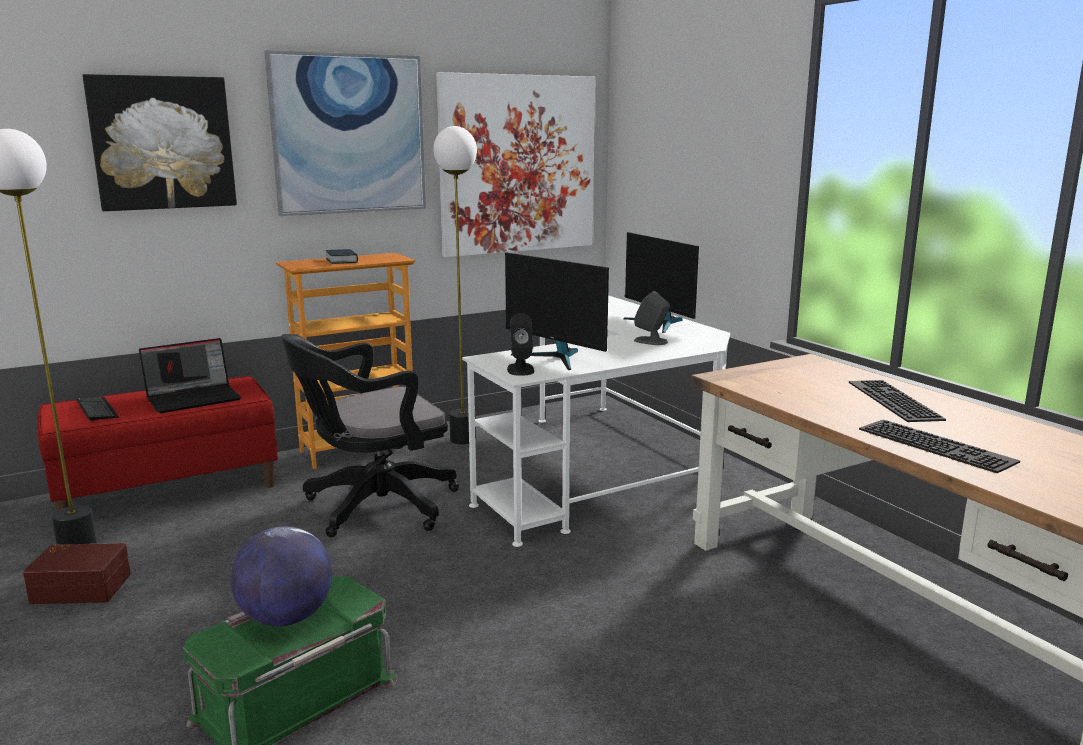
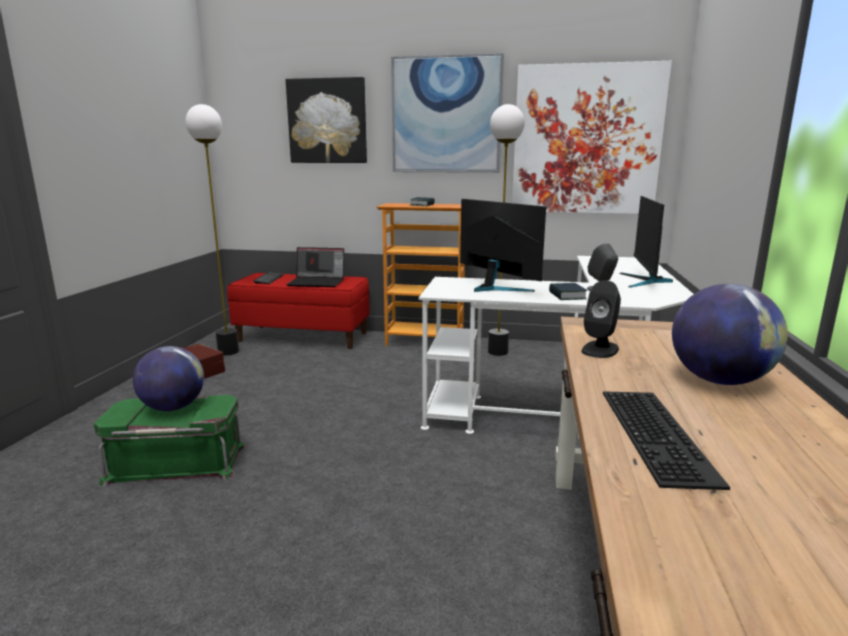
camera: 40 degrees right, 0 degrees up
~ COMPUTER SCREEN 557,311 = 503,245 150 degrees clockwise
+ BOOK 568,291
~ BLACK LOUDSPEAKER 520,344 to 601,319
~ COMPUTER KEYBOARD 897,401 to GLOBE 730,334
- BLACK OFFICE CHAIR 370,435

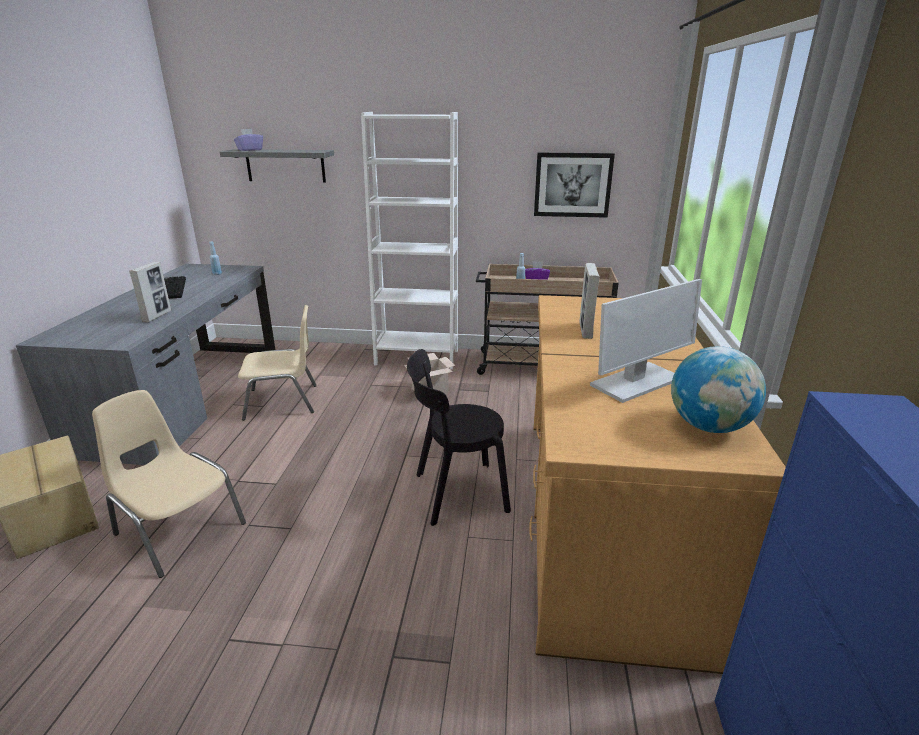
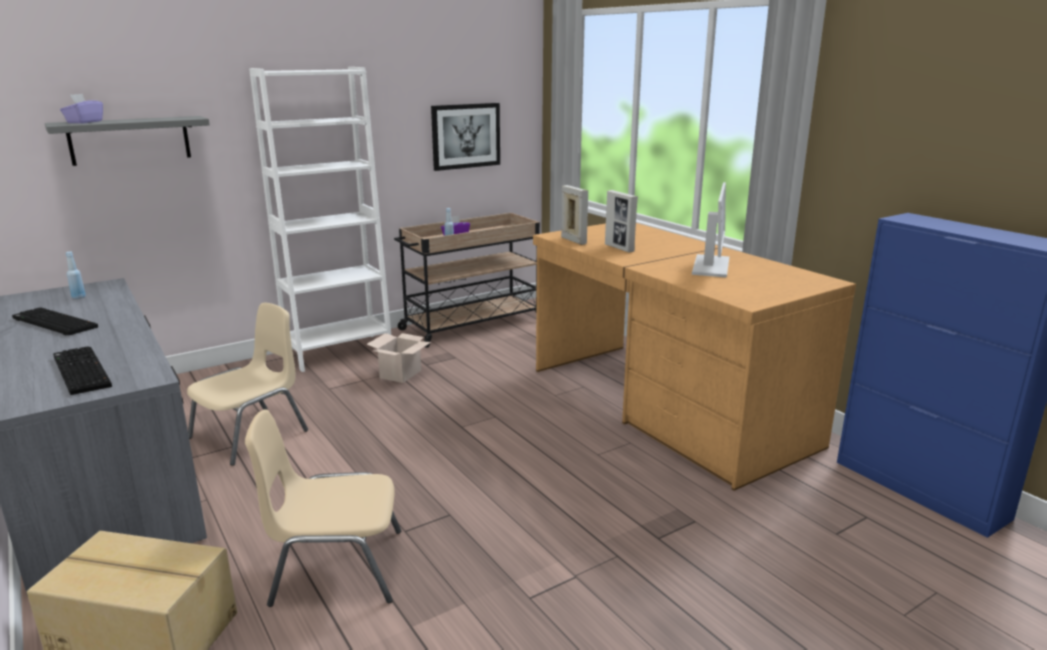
camera: 40 degrees left, 5 degrees down
+ COMPUTER KEYBOARD 82,370
~ STANDING FRAME 150,292 to 574,215
- BLACK UPRIGHT CHAIR 459,437
- GLOBE 718,389

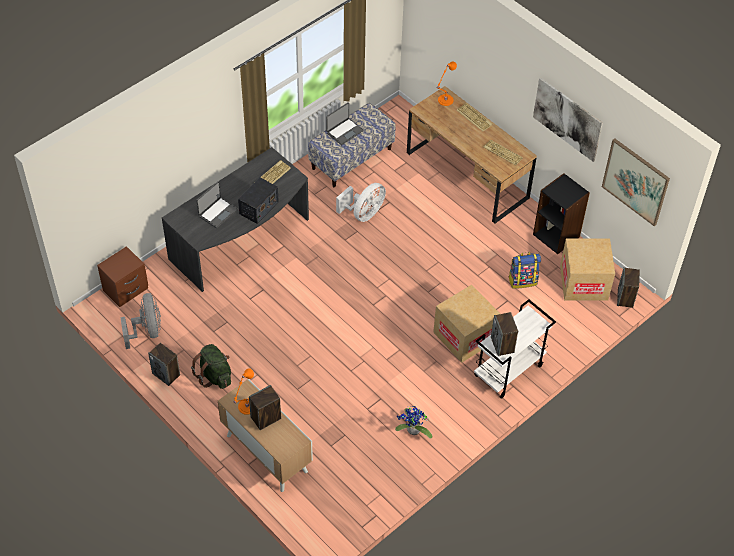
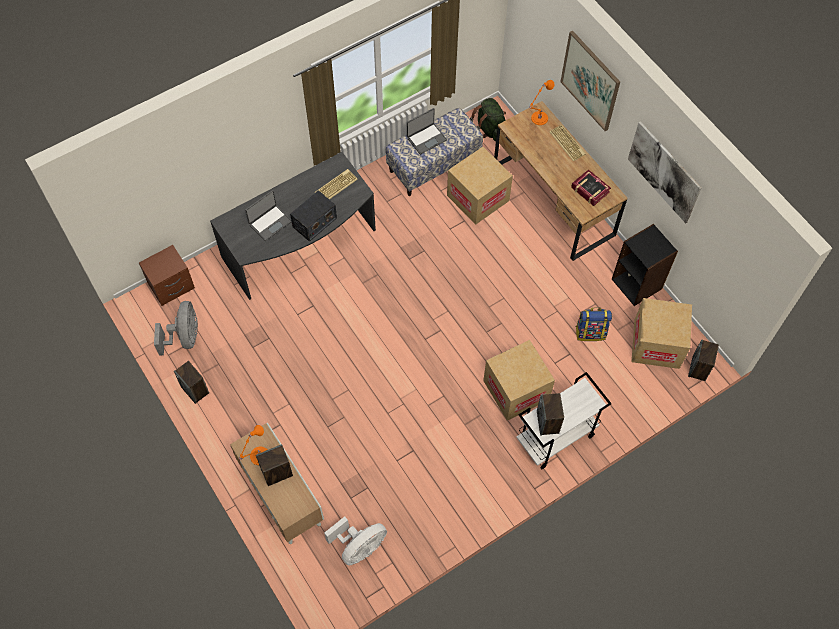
camera: 10 degrees right, 10 degrees up
~ WHITISH COOLING FAN 361,202 to 355,540
+ CARDBOARD BOX 480,186
~ GREEN-COLOURED KNAPSACK 211,366 to 488,119
~ WALL ART 636,182 to 590,80
~ COMPUTER KEYBOARD 503,152 to BOOK 591,188
- POTTED PLANT 413,422

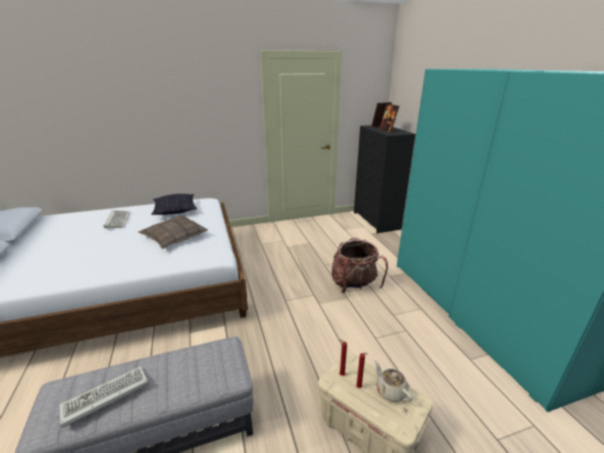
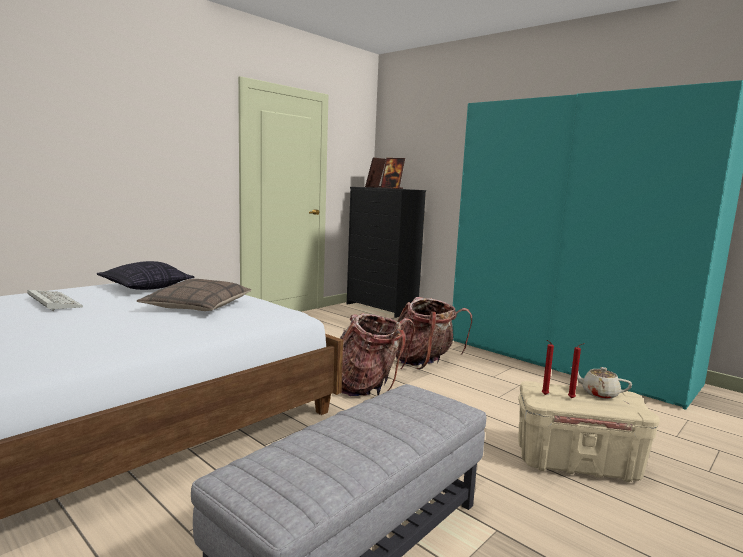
camera: 30 degrees left, 15 degrees down
+ KNAPSACK 377,354
- COMPUTER KEYBOARD 104,397

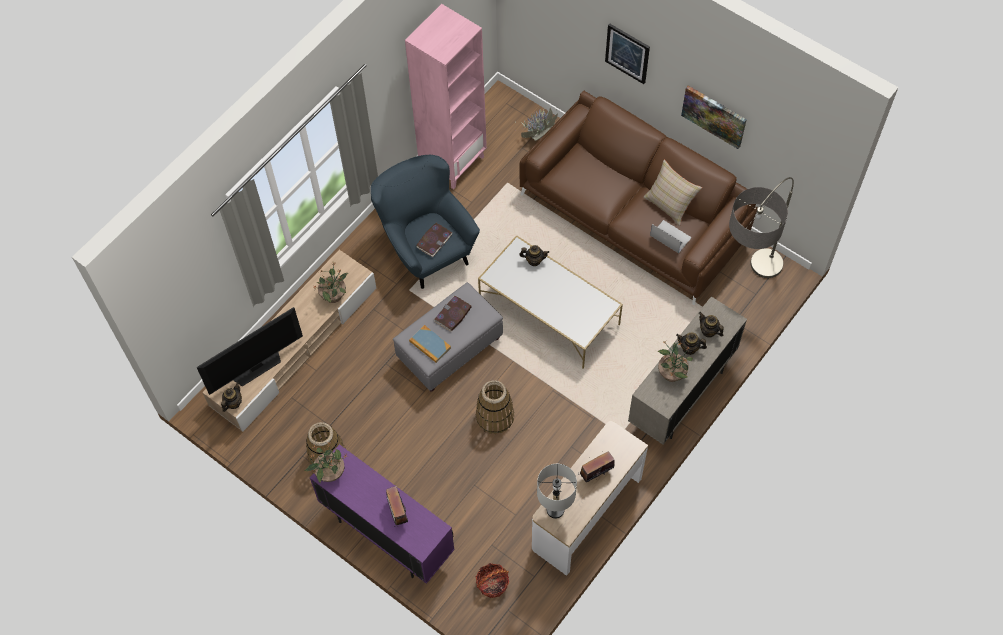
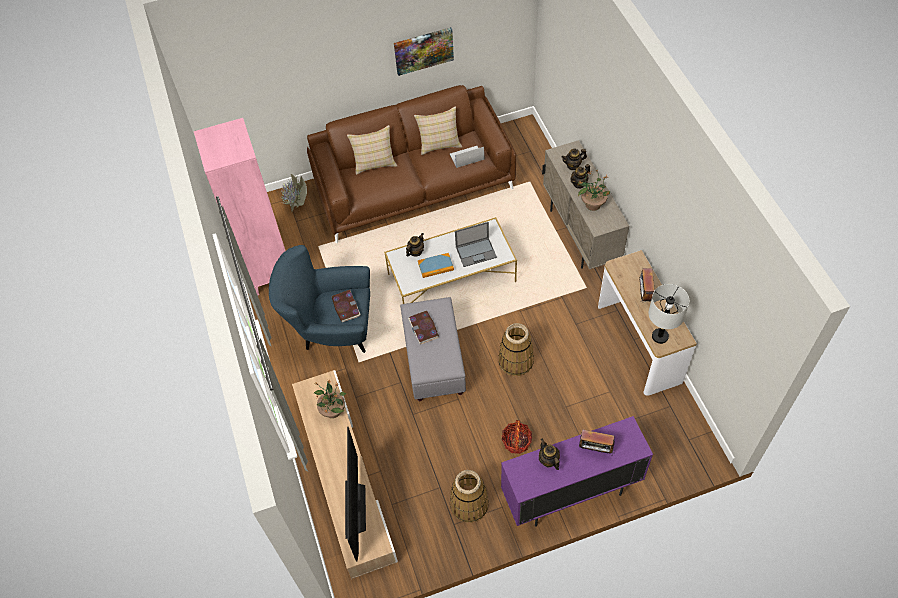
camera: 55 degrees left, 5 degrees down
+ BEIGE THROW PILLOW 372,150
~ BOOK 430,344 to 436,265
+ LAPTOP 476,244
~ STORAGE BASKET 492,580 to 517,437
~ TEA POT 231,397 to 549,454
- POTTED PLANT 325,463
- WALL ART 627,53
- FLOOR LAMP 761,227

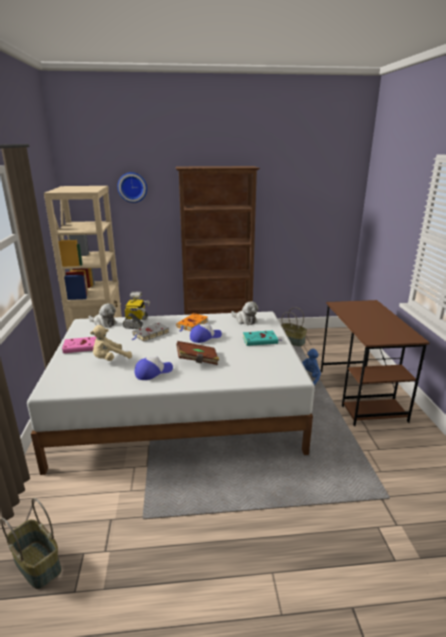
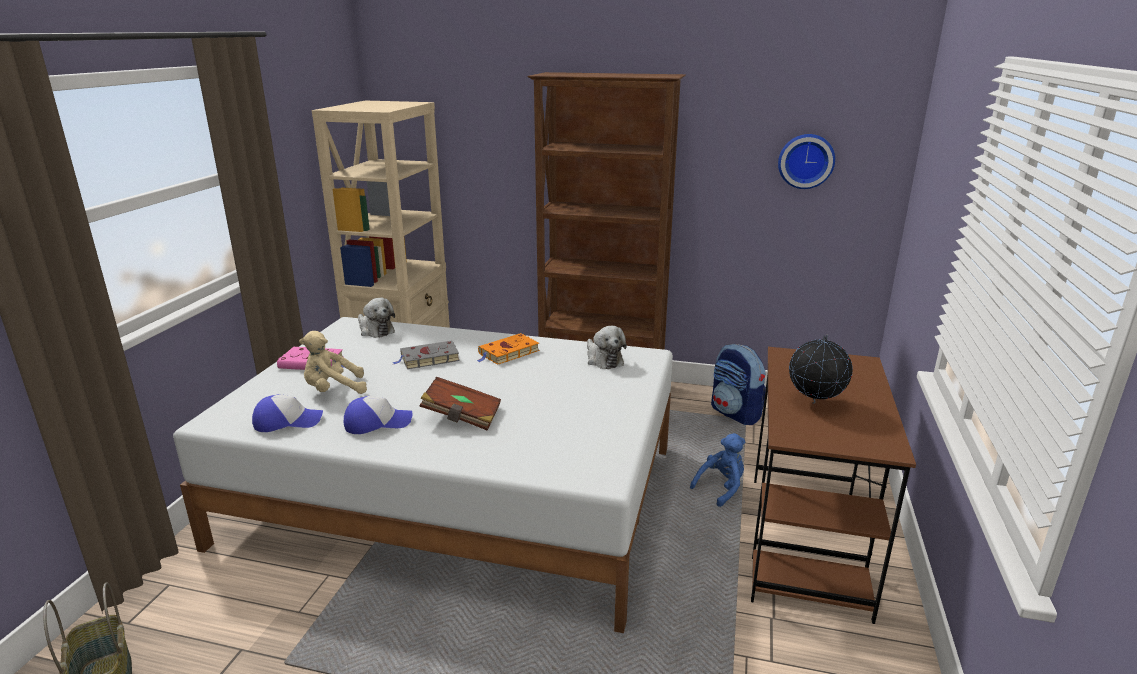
camera: 20 degrees right, 0 degrees up
~ PEAKED CAP 206,333 to 287,413
~ STORAGE BASKET 294,327 to KNAPSACK 738,384
~ HANGING CLOCK 132,187 to 806,161
+ GLOBE 821,369
- MODEL ROBOT 136,310
- TURQUOISE-COLOURED BOOK 262,338

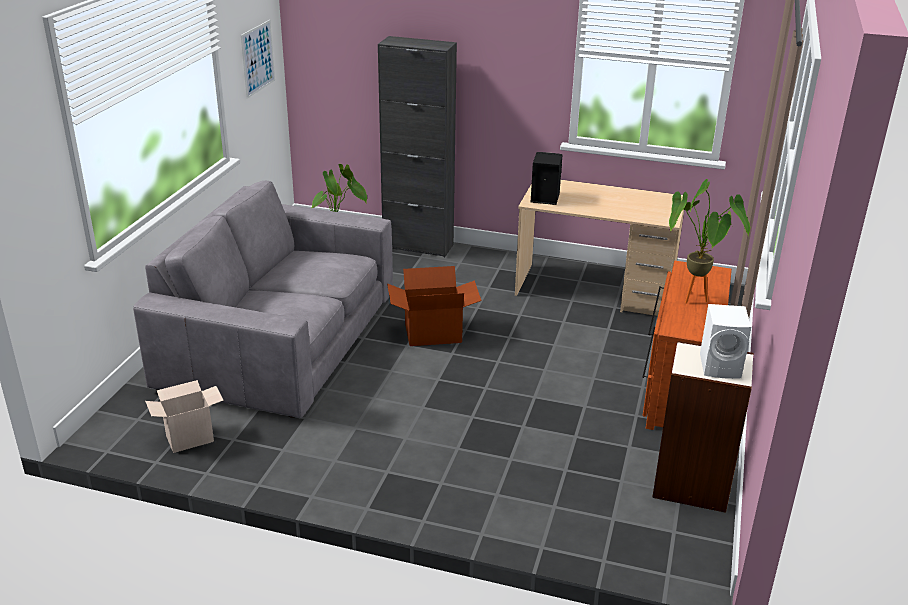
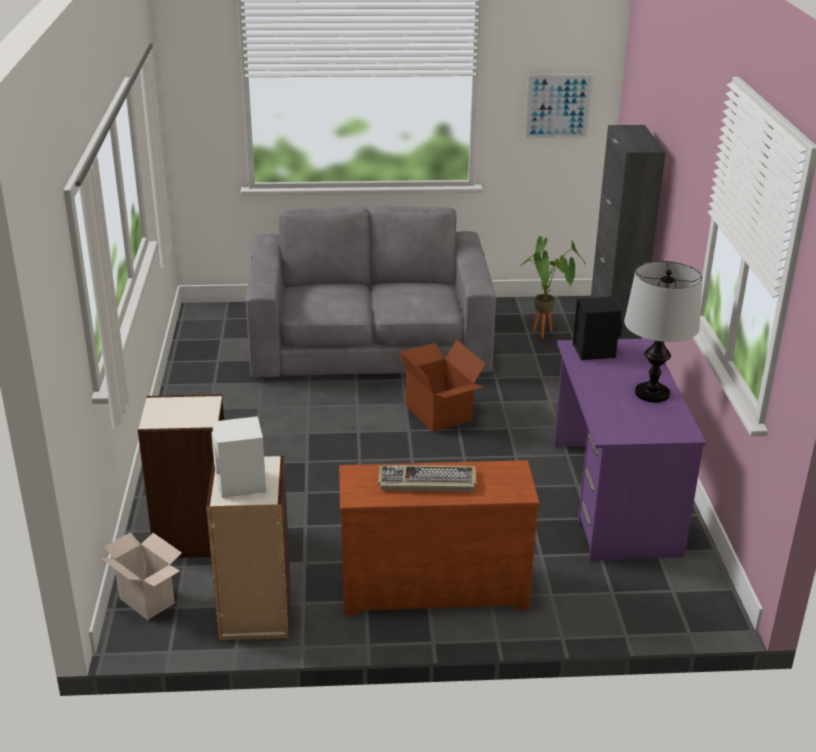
camera: 70 degrees right, 0 degrees up
~ CARDBOARD BOX 184,416 to 141,576
+ SHELVING UNIT 181,476
~ POTTED PLANT 709,241 to COMPUTER KEYBOARD 427,478
~ BEIGE DESK UNIT 599,248 to PURPLE DESK UNIT 630,449
+ TABLE LAMP 663,332

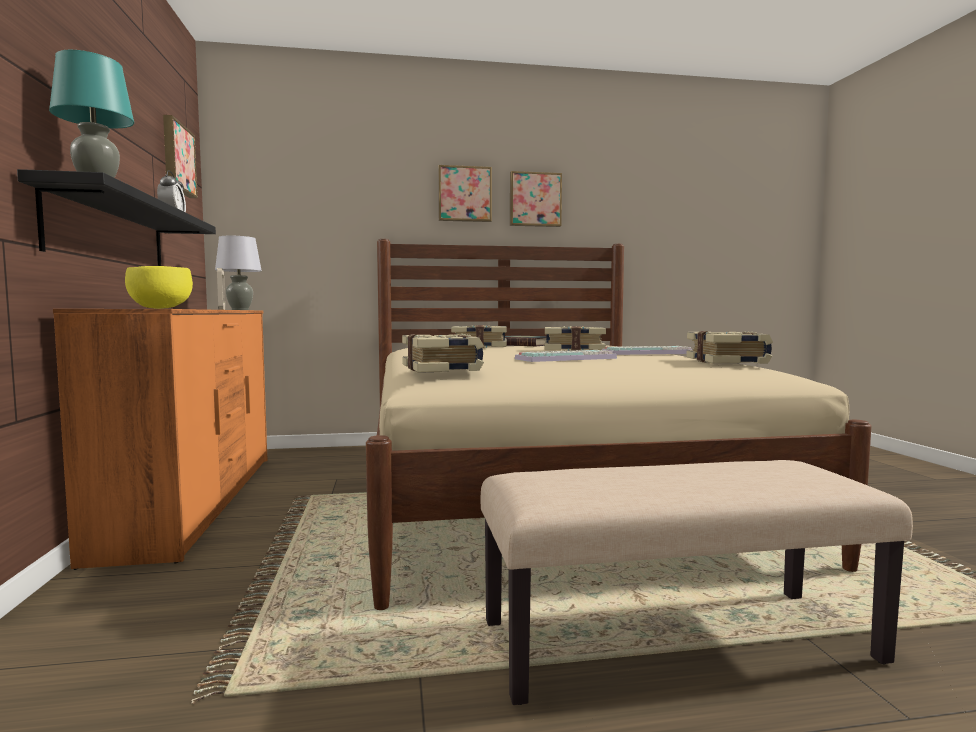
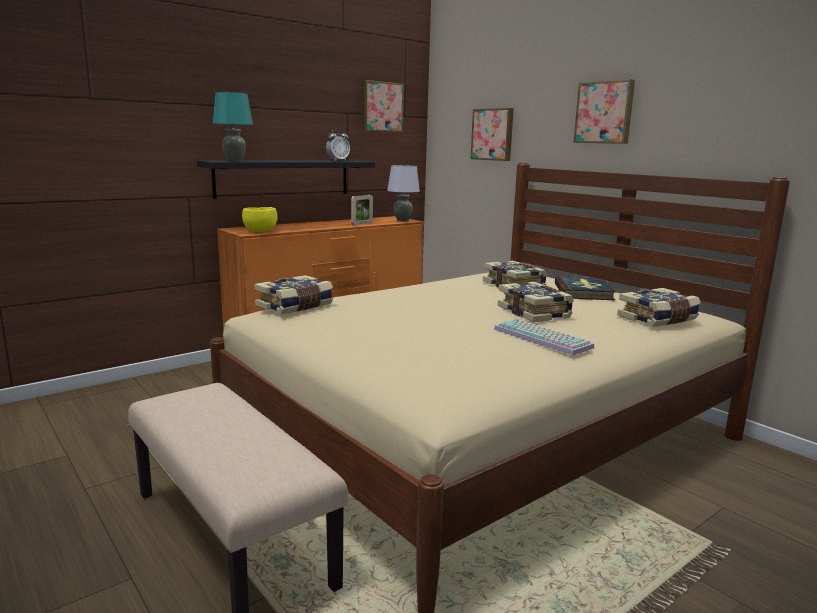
camera: 60 degrees right, 10 degrees up
~ WALL ART 536,199 to 492,134
~ BOOK 729,347 to 659,307
- COMPUTER KEYBOARD 566,356

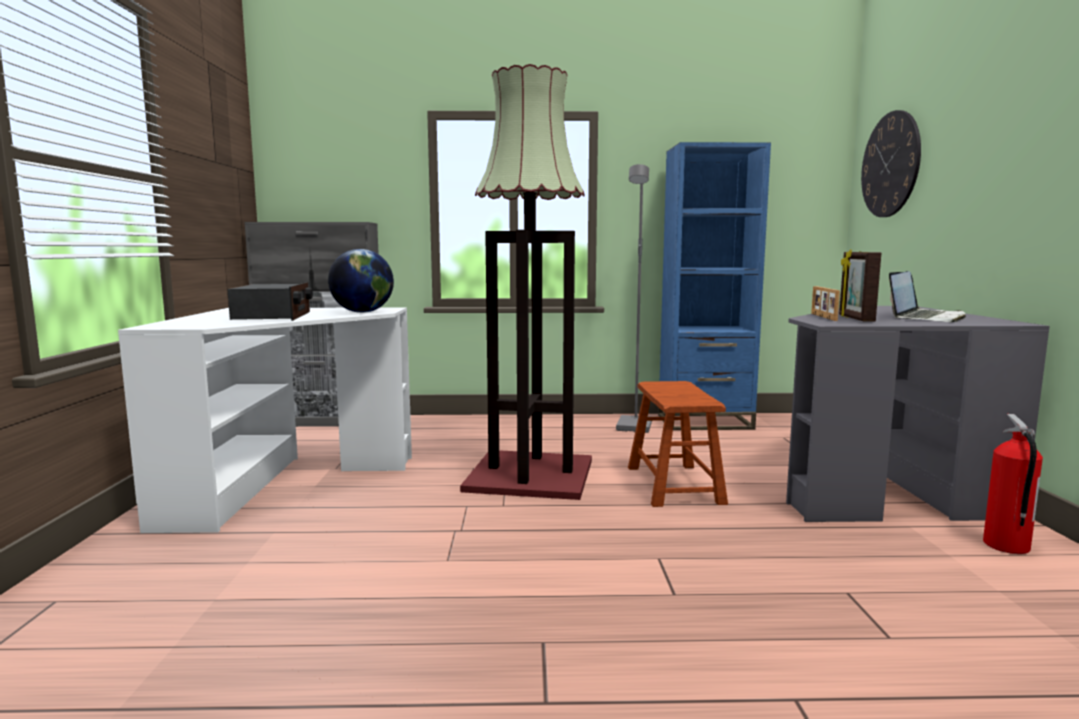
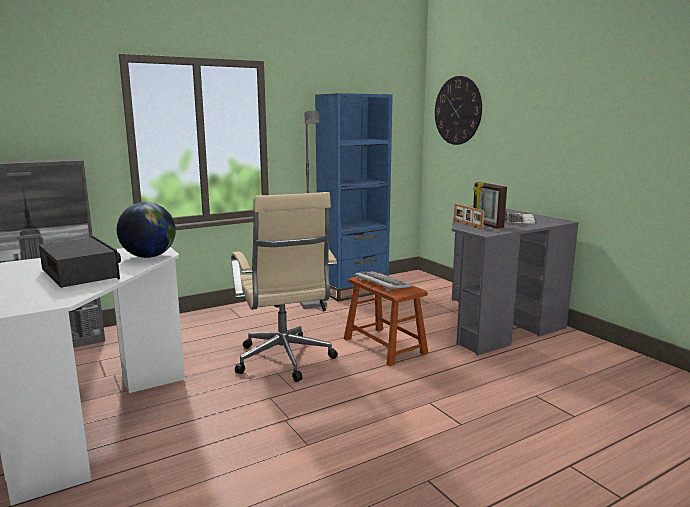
camera: 30 degrees left, 5 degrees up
~ FLOOR LAMP 526,282 to BEIGE OFFICE CHAIR 284,287
+ COMPUTER KEYBOARD 383,281
- FIRE-FIGHTING CYLINDER 1013,484

